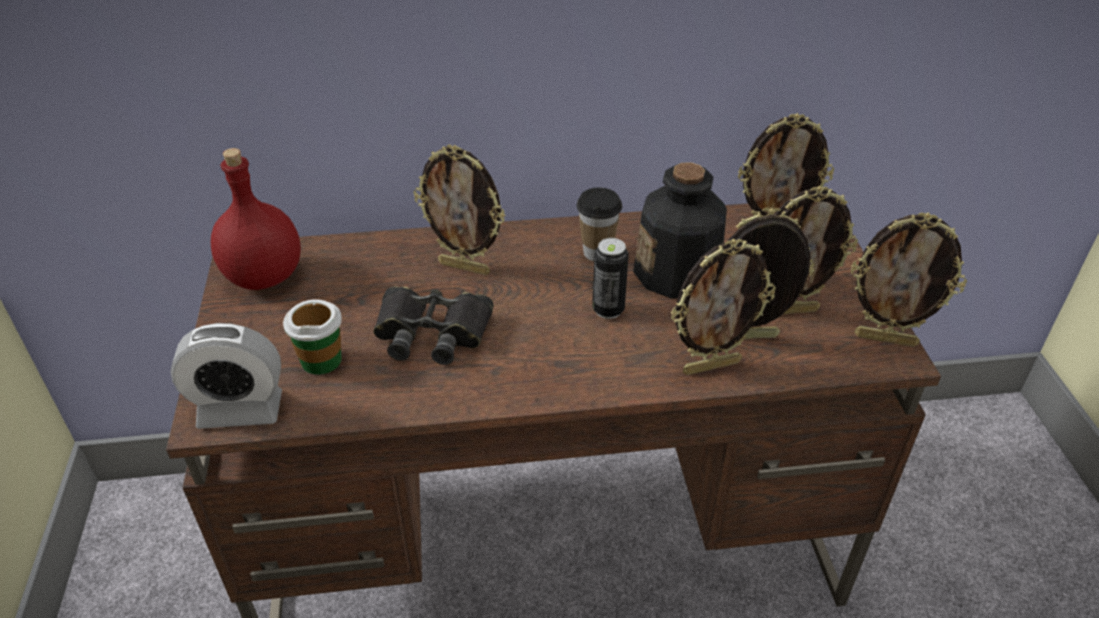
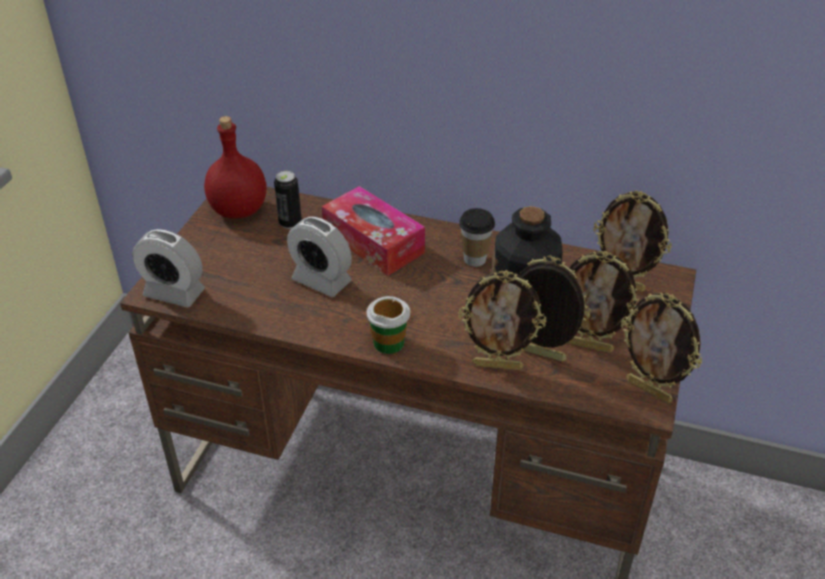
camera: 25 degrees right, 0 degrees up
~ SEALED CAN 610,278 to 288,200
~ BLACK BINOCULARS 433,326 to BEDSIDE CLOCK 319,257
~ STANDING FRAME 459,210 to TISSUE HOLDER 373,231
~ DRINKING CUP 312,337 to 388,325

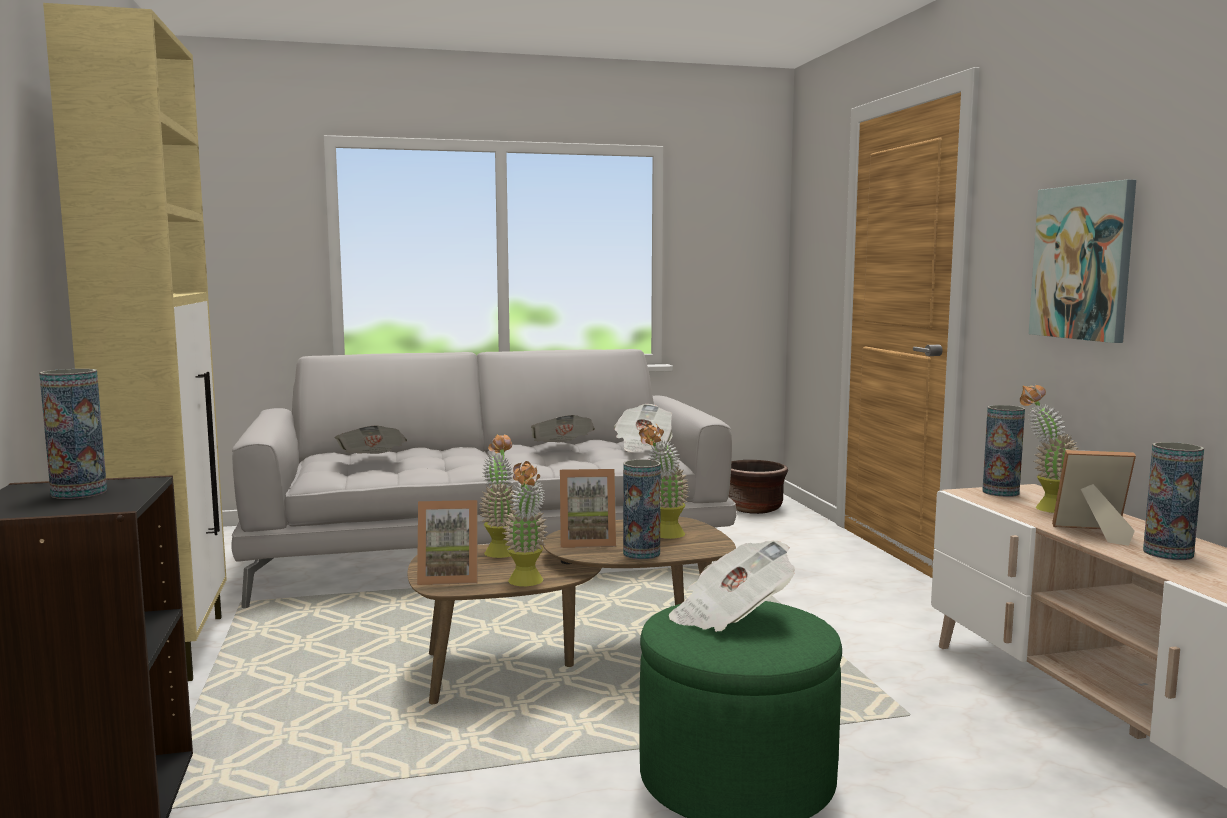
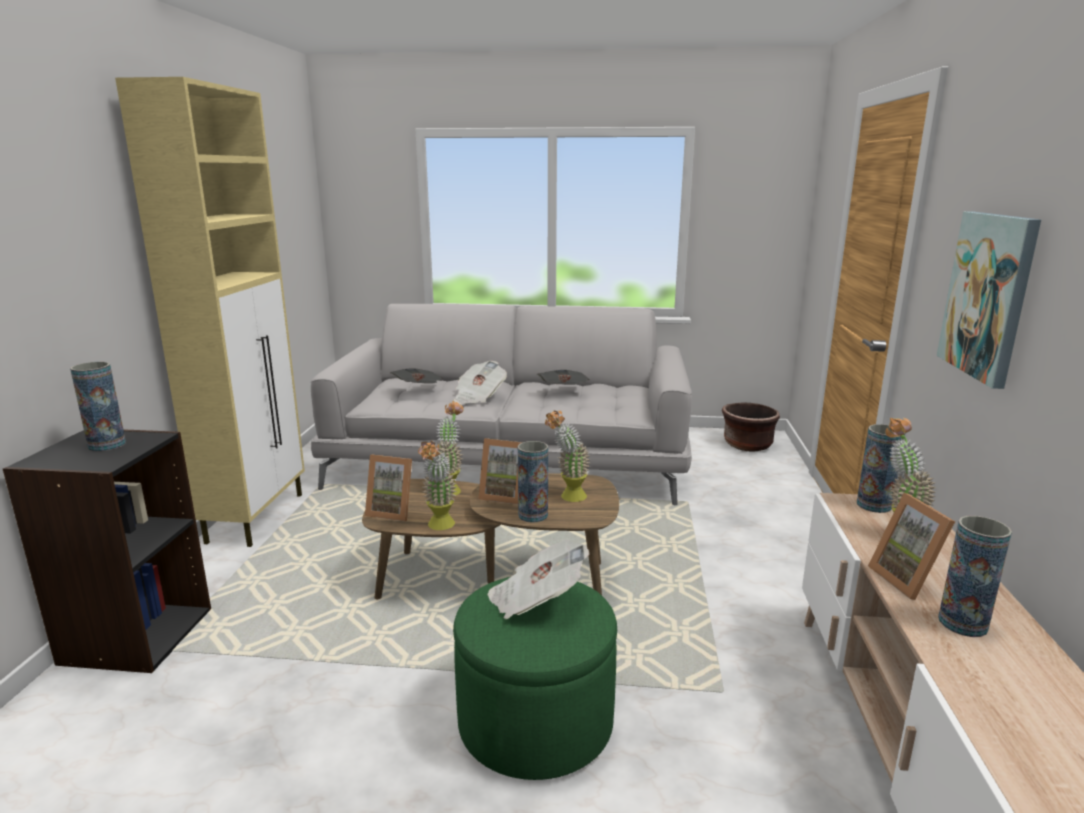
camera: 20 degrees right, 10 degrees up
~ DAILY PAPER 643,428 to 480,382
~ STANDING FRAME 1094,498 = 911,546 135 degrees counterclockwise

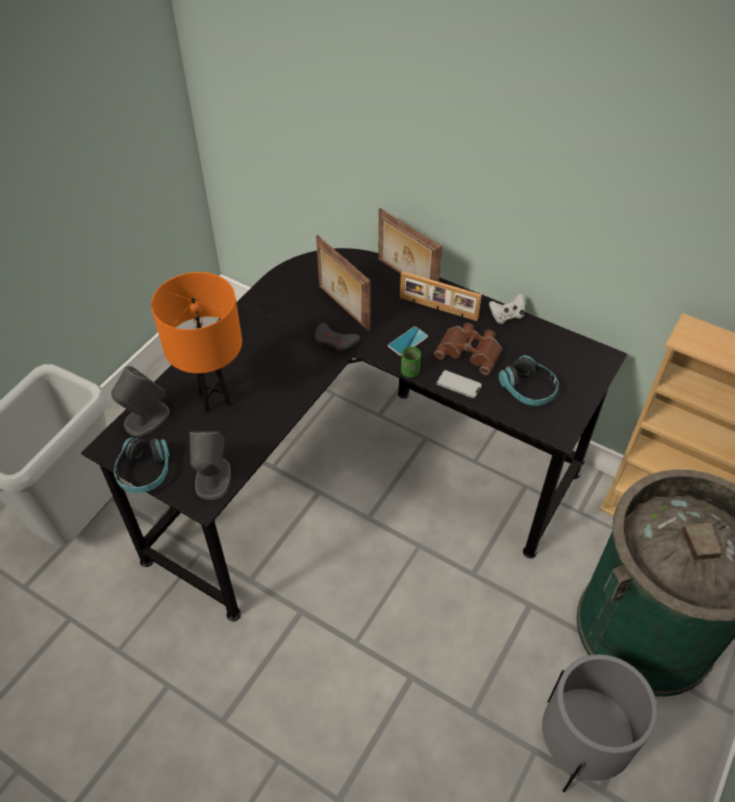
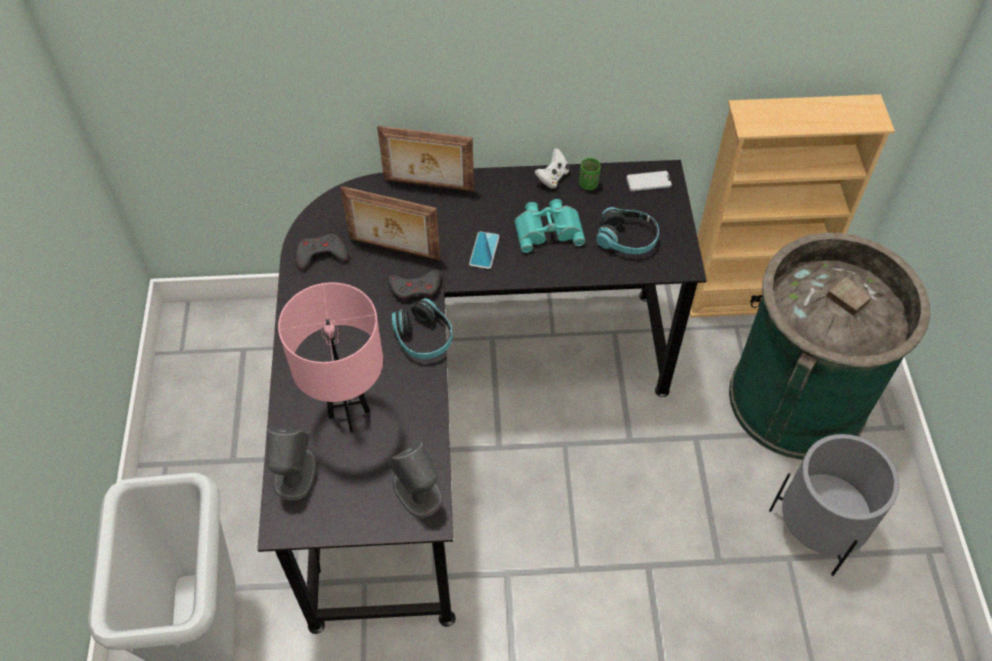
camera: 35 degrees left, 5 degrees up
~ ORANGE TABLE LAMP 196,342 to PINK TABLE LAMP 330,357
+ GREYISH GAME CONTROLLER 322,252
~ HEADSET 142,465 to 422,328
~ BROWN-COLOURED BINOCULARS 468,349 to TURQUOISE-COLOURED BINOCULARS 549,226
~ GREEN-COLOURED DRINKING CUP 411,362 to 590,174
~ TELEPHONE 459,384 to 649,181
- STANDING FRAME 441,296

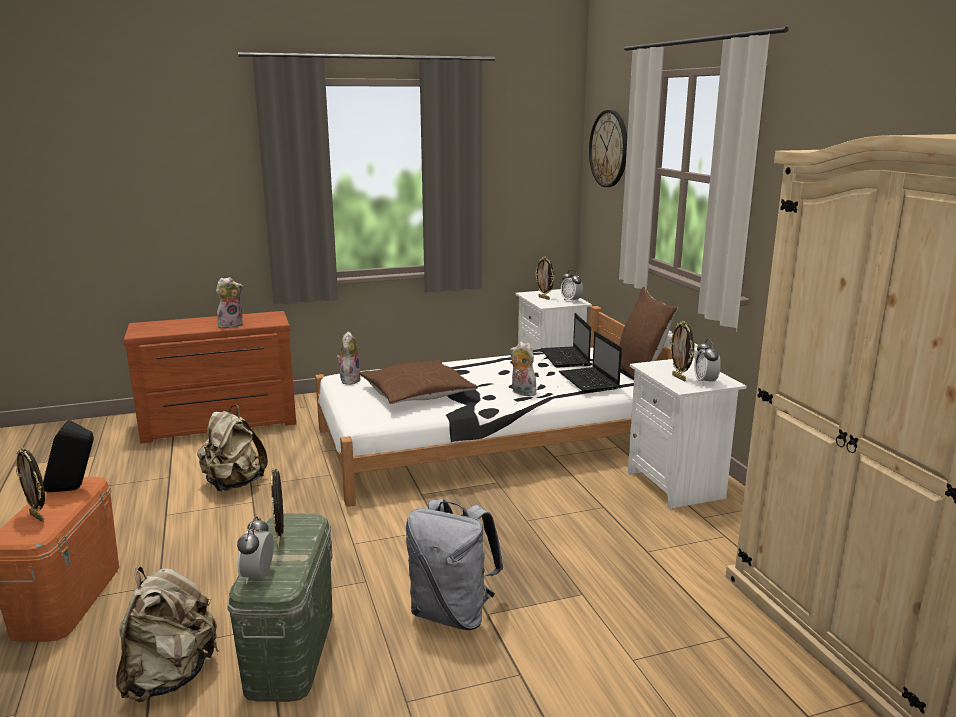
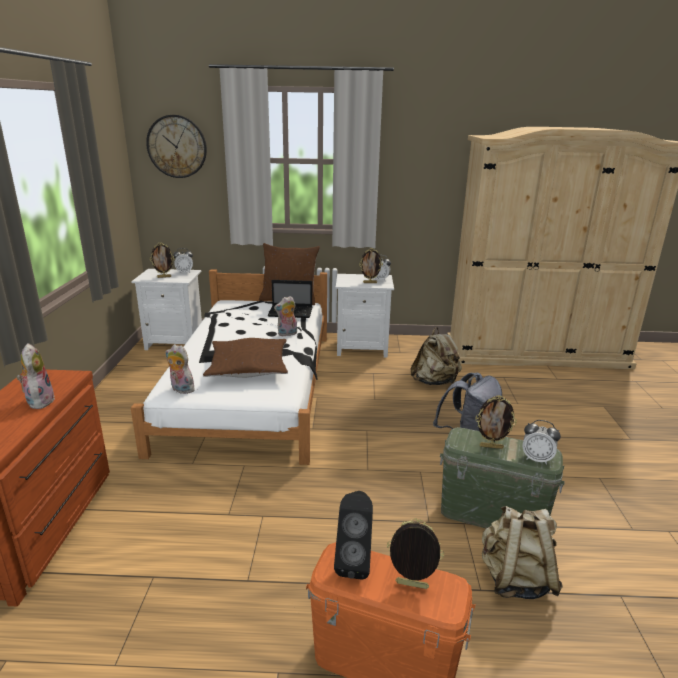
camera: 70 degrees left, 5 degrees up
~ STANDING FRAME 30,484 = 415,553 135 degrees counterclockwise
~ BEIGE KNAPSACK 232,448 to 436,356
- LAPTOP 566,340

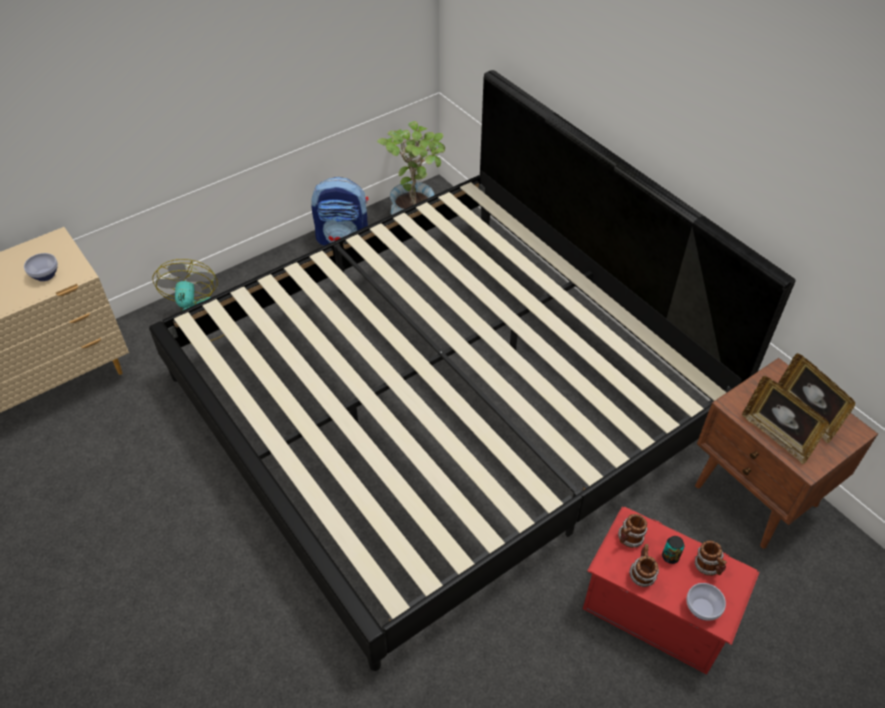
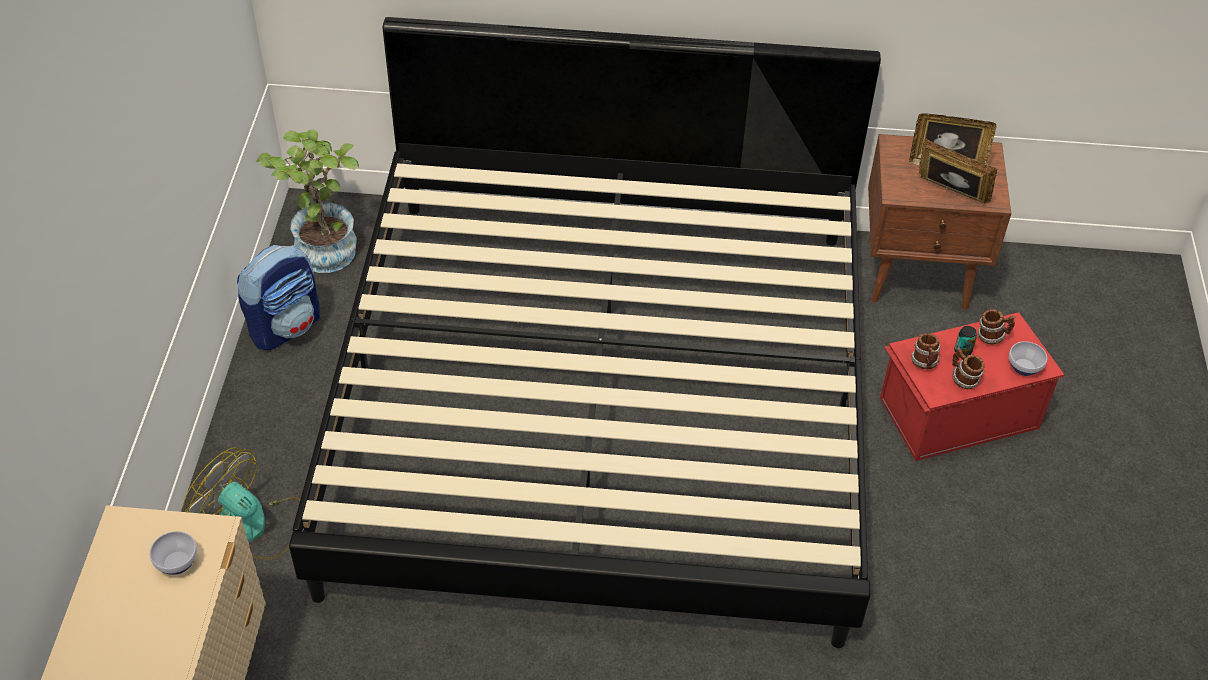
camera: 50 degrees left, 0 degrees up
~ STANDING FRAME 785,420 = 958,171 150 degrees counterclockwise

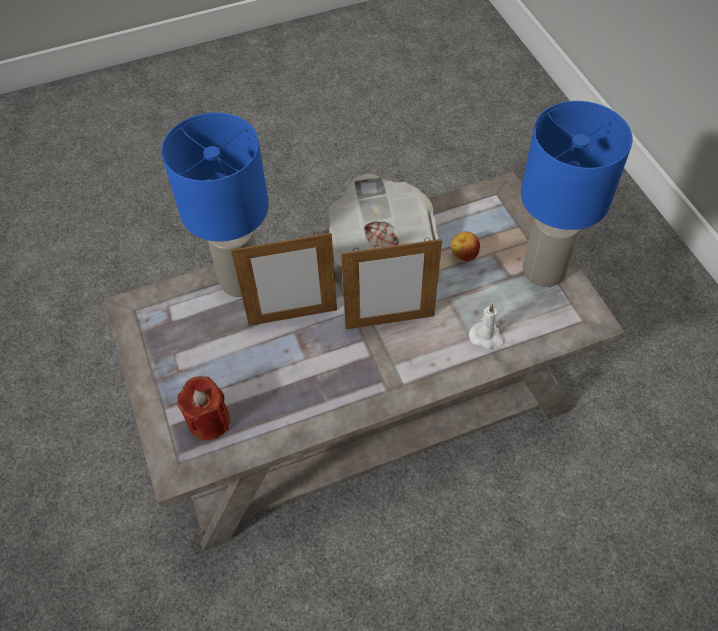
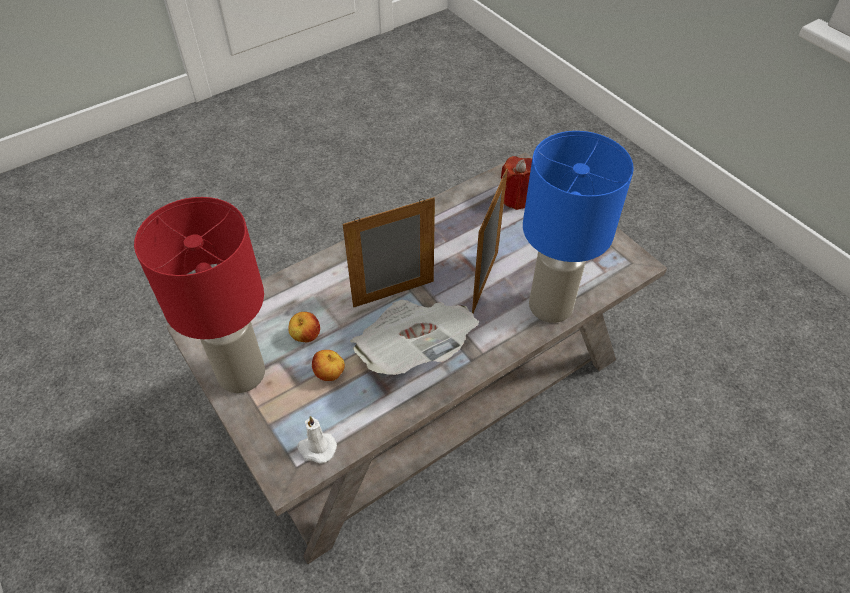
camera: 165 degrees right, 5 degrees down
~ BLUE-COLOURED TABLE LAMP 577,194 to RED TABLE LAMP 199,295
+ APPLE FRUIT 304,327
~ WHITISH CANDLE 486,326 to 317,440
~ STANDING FRAME 284,279 = 490,241 45 degrees counterclockwise

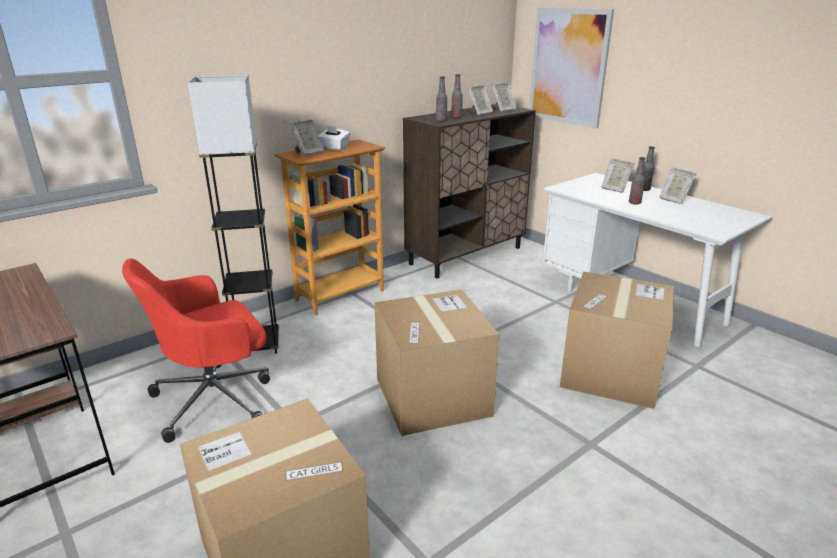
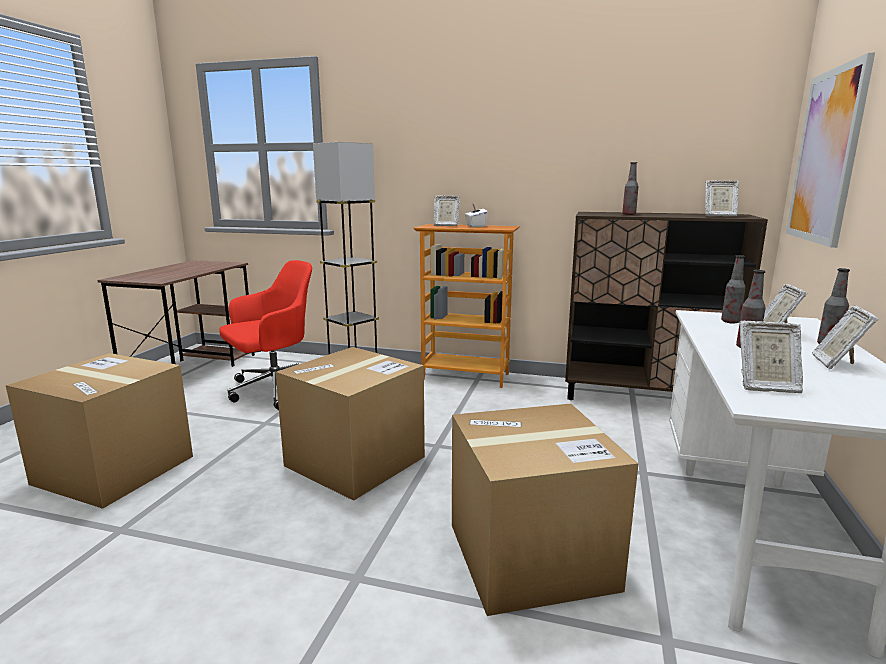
camera: 55 degrees right, 10 degrees down
~ RED OFFICE CHAIR 196,351 = 265,335 120 degrees clockwise
~ BEVERAGE BOTTLE 441,99 to 733,289
~ STANDING FRAME 480,100 to 771,357

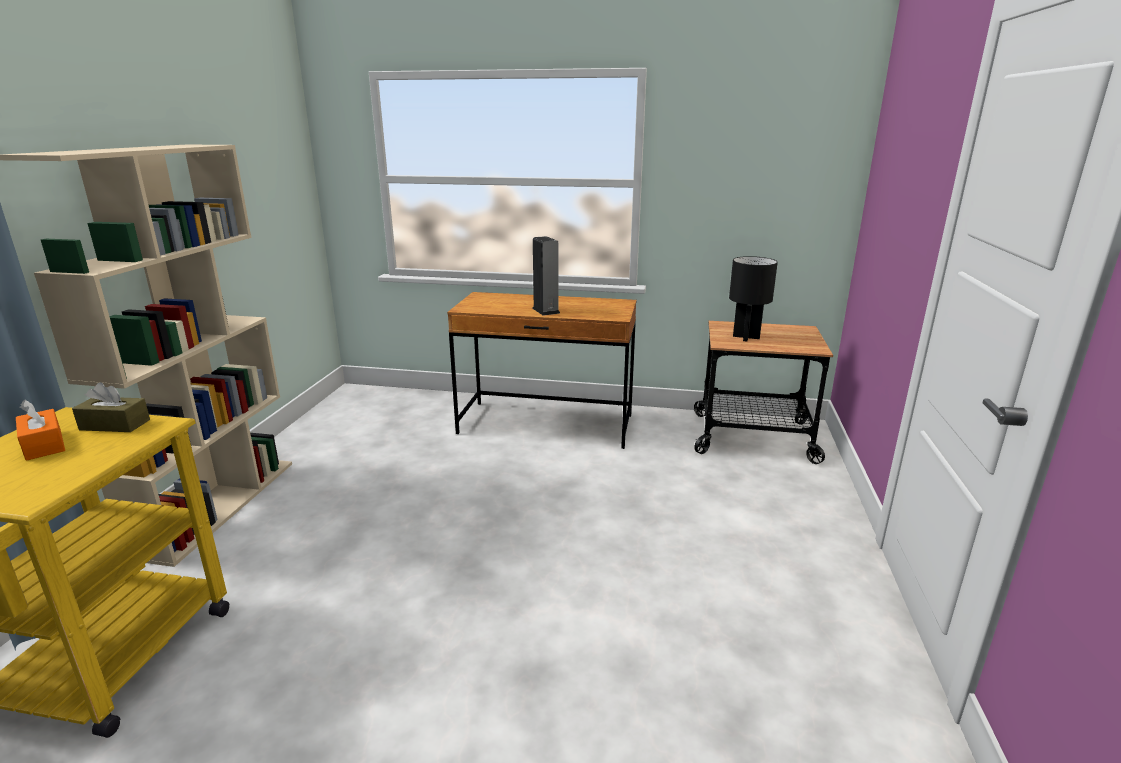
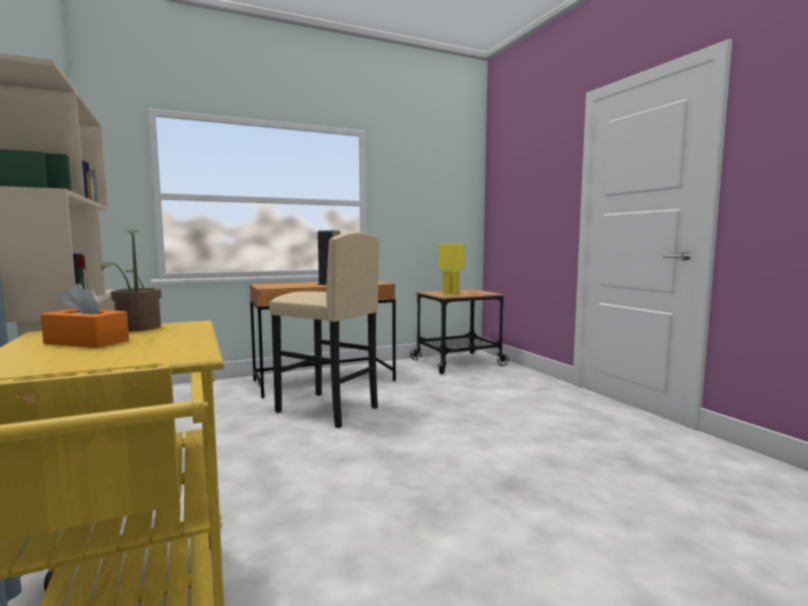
camera: 35 degrees left, 15 degrees down
~ BROWN-COLOURED TISSUE HOLDER 111,407 to POTTED PLANT 132,280
+ BEIGE STOOL 324,330
~ BLACK TABLE LAMP 753,298 to YELLOW-COLOURED TABLE LAMP 451,269

